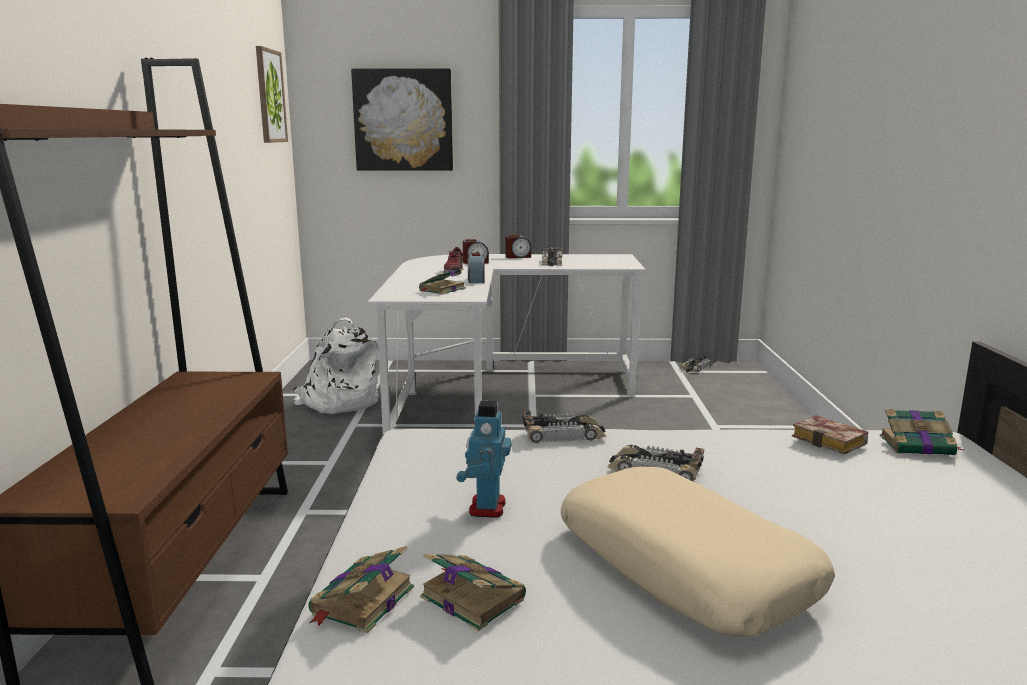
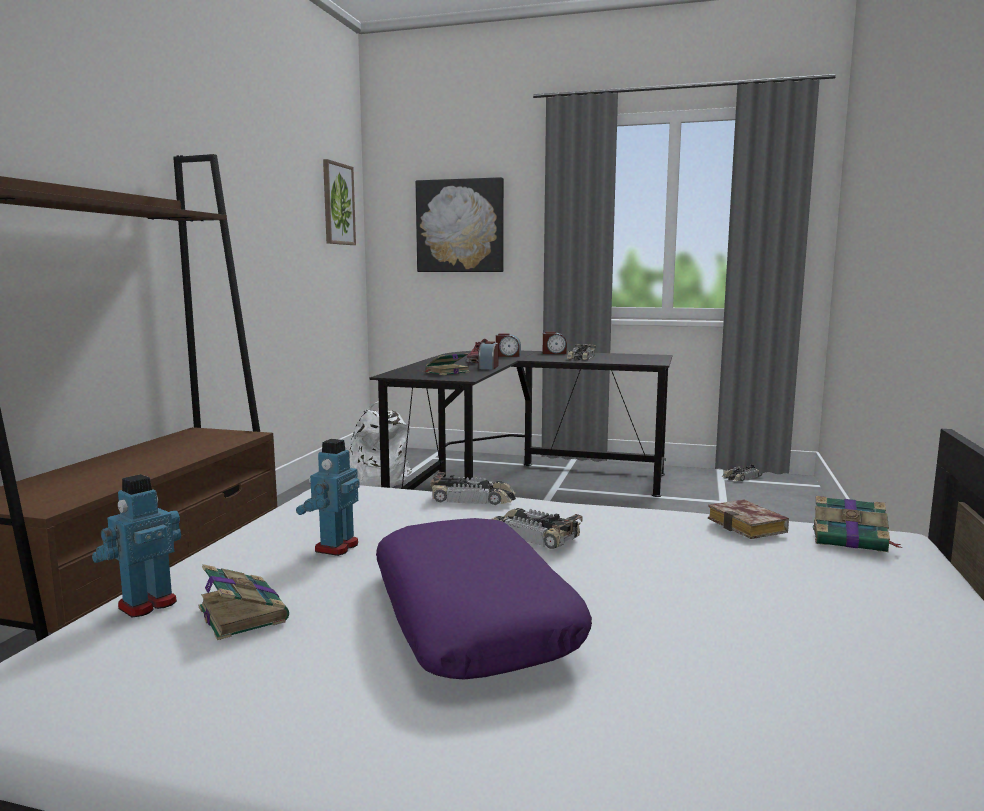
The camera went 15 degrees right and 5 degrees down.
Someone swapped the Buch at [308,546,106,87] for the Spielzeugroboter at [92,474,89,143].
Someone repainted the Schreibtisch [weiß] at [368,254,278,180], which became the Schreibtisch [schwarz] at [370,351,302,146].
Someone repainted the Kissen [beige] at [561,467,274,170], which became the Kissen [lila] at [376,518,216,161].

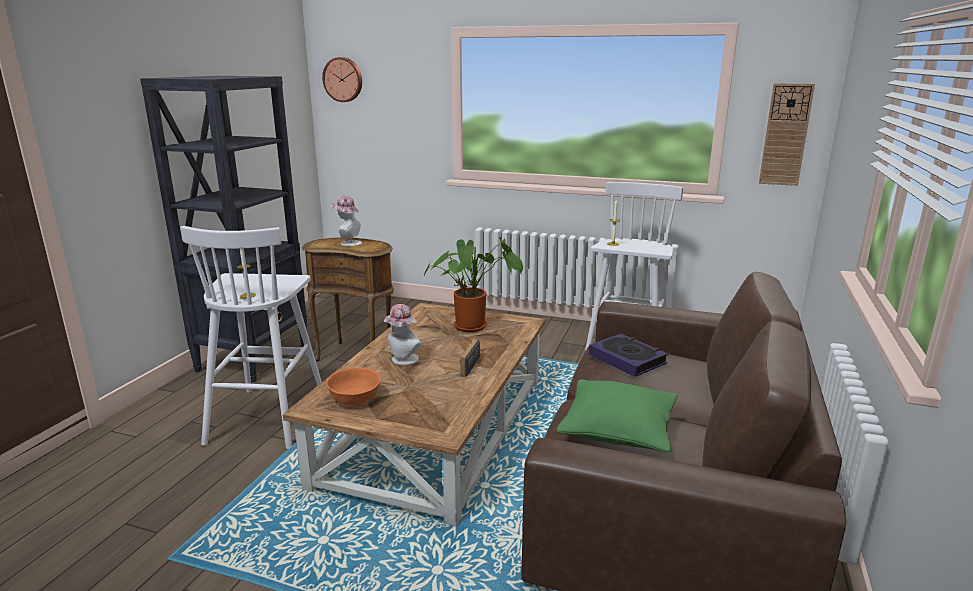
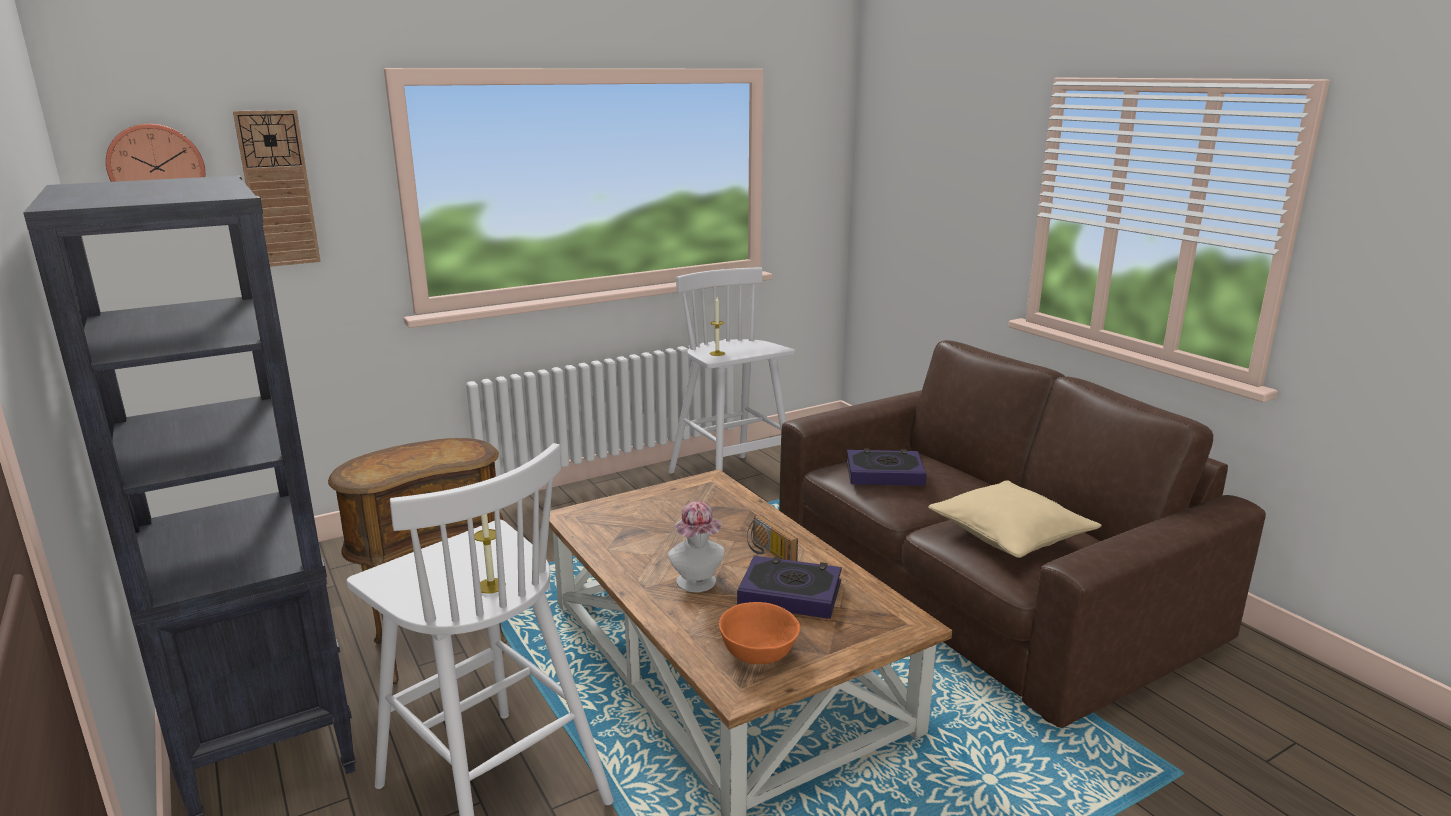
The camera went 50 degrees left and 0 degrees up.
Someone took away the Hut at [331,195,31,51].
Someone took away the Topfpflanze at [424,237,99,95].
Someone repainted the Kissen [grün] at [556,379,122,73], which became the Kissen [beige] at [928,480,174,78].
Someone carried the Wanduhr from [759,83,56,103] to [233,110,88,157].
Someone put down the Buch at [737,556,105,63].

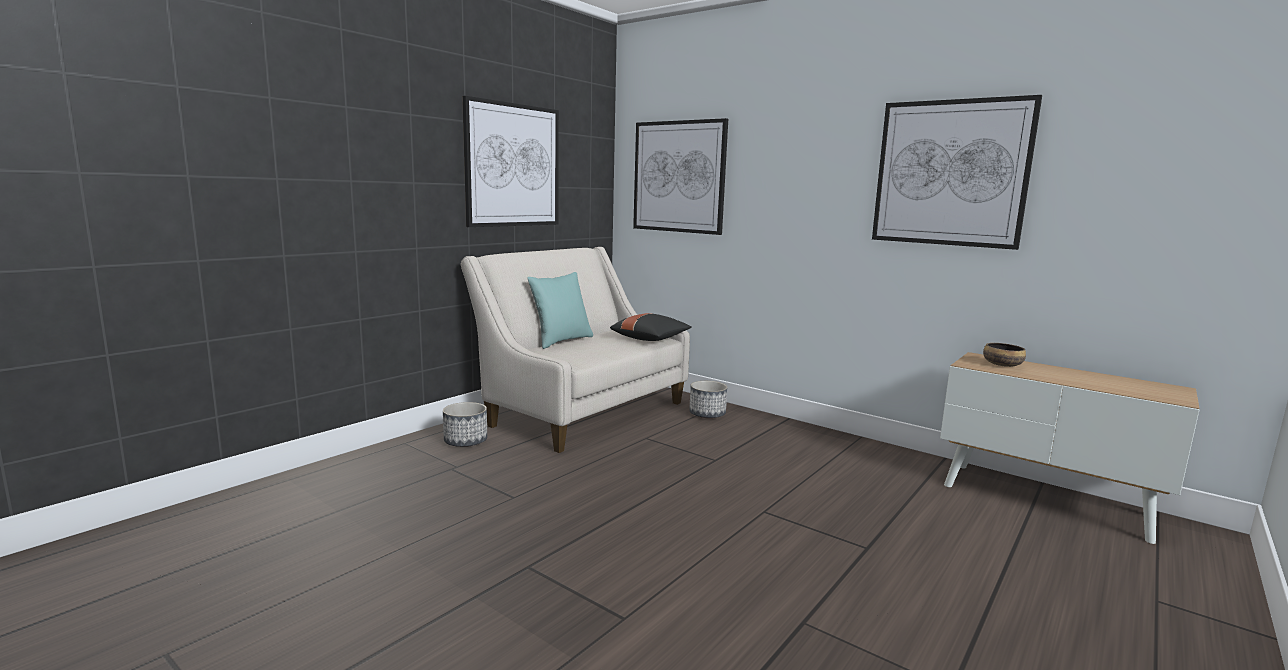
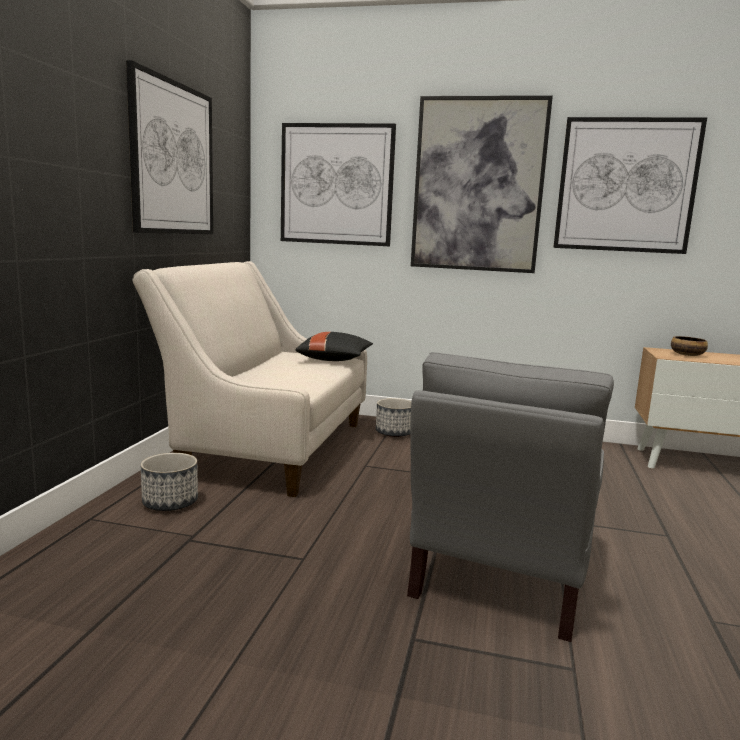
The camera went 25 degrees left and 0 degrees up.
Someone took away the Kissen [türkis] at [527,272,66,77].
Someone put down the Sessel [grau] at [407,352,207,290].
Someone put up the Bild at [411,95,142,178].

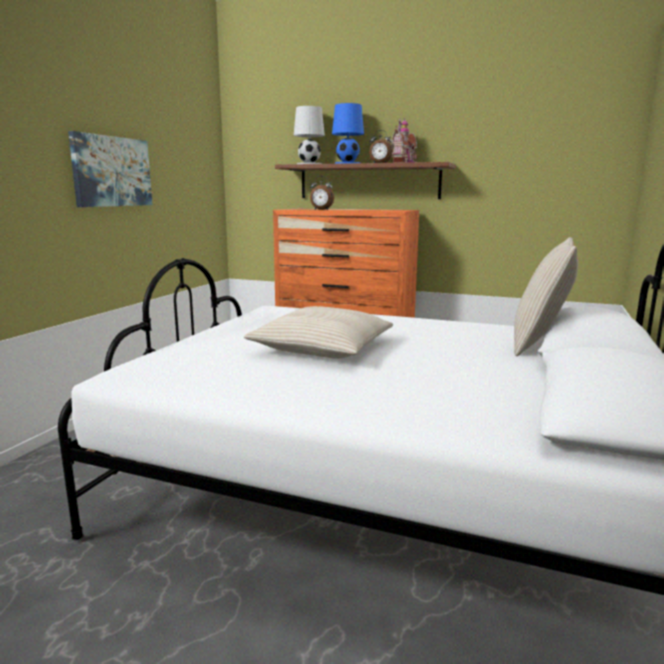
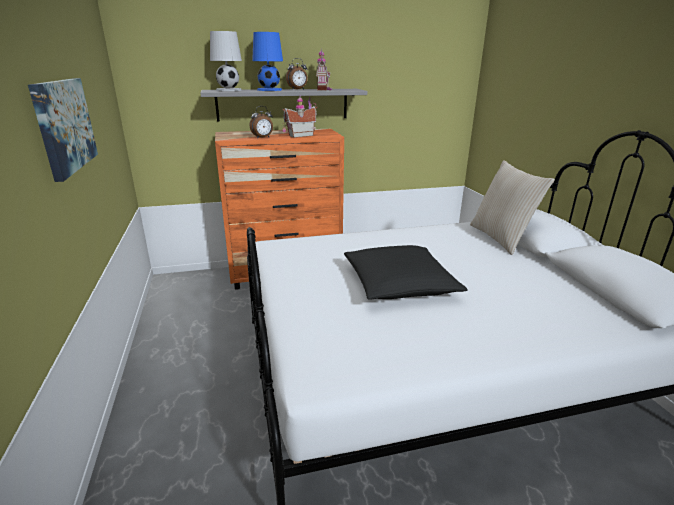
The camera went 35 degrees left and 10 degrees up.
Someone repainted the Kissen [beige] at [244,306,149,53], which became the Kissen [schwarz] at [344,245,124,55].
Someone repainted the Wandregal [braun] at [275,162,181,37], which became the Wandregal [grau] at [201,89,166,32].
Someone put down the Spielzeughaus at [282,96,35,42].

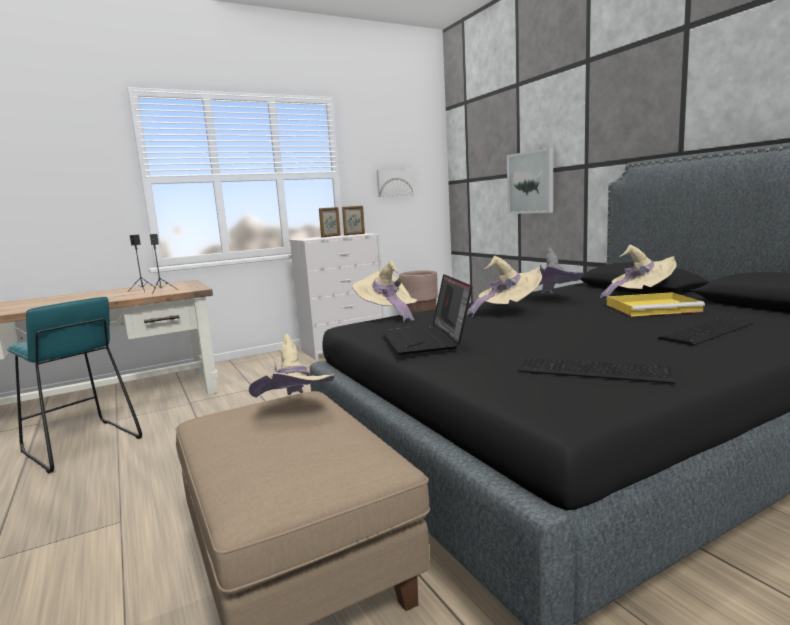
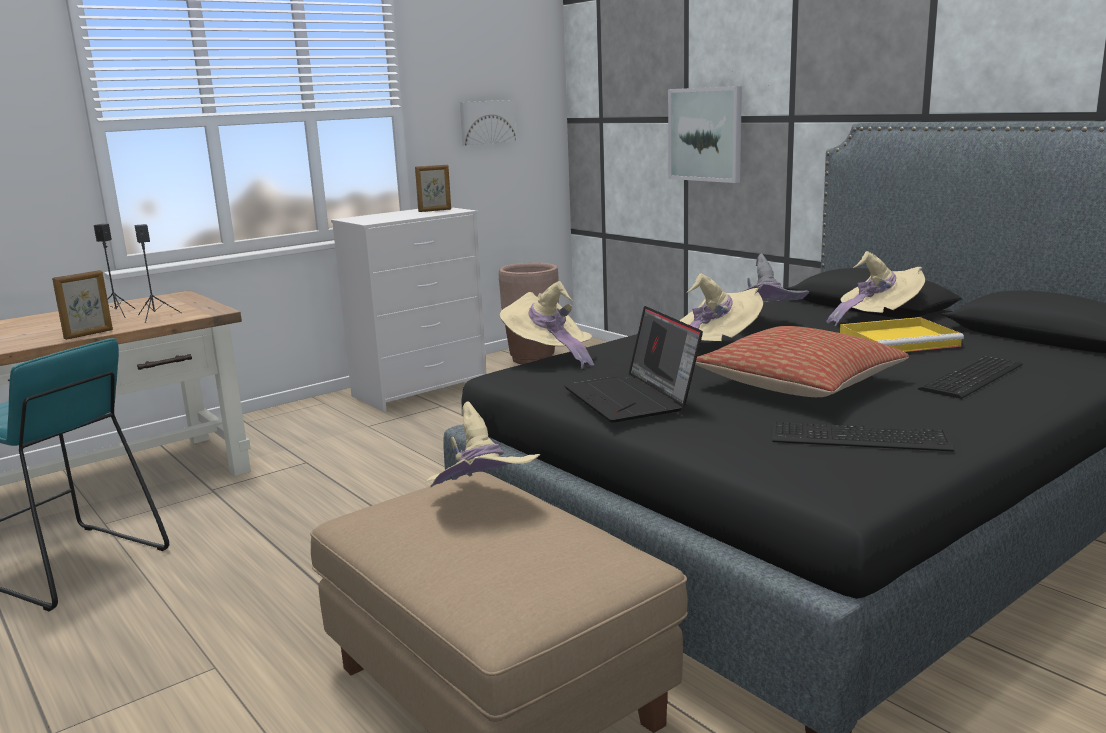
The camera went 10 degrees left and 5 degrees up.
Someone carried the Bilderrahmen from [319,207,21,30] to [52,270,61,70].
Someone put down the Kissen at [695,326,214,71].

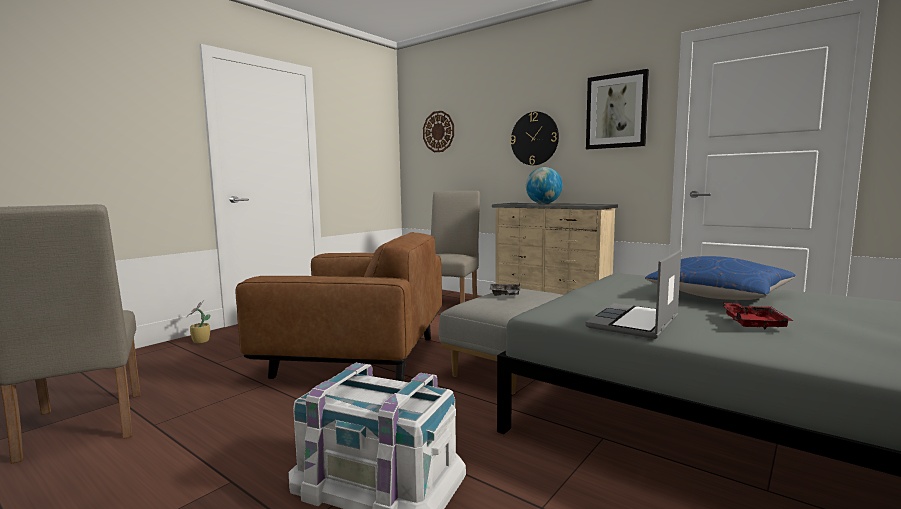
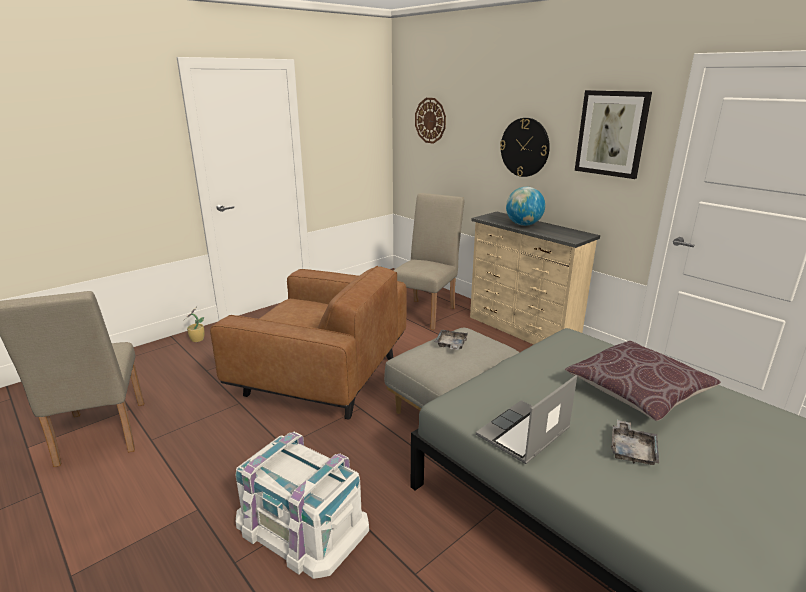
The camera went 10 degrees right and 15 degrees up.
Someone repainted the Kissen [blau] at [645,256,151,44], which became the Kissen [braun] at [565,341,156,80].
Someone repainted the Tablett [rot] at [724,303,69,26], which became the Tablett [grau] at [611,420,48,45].

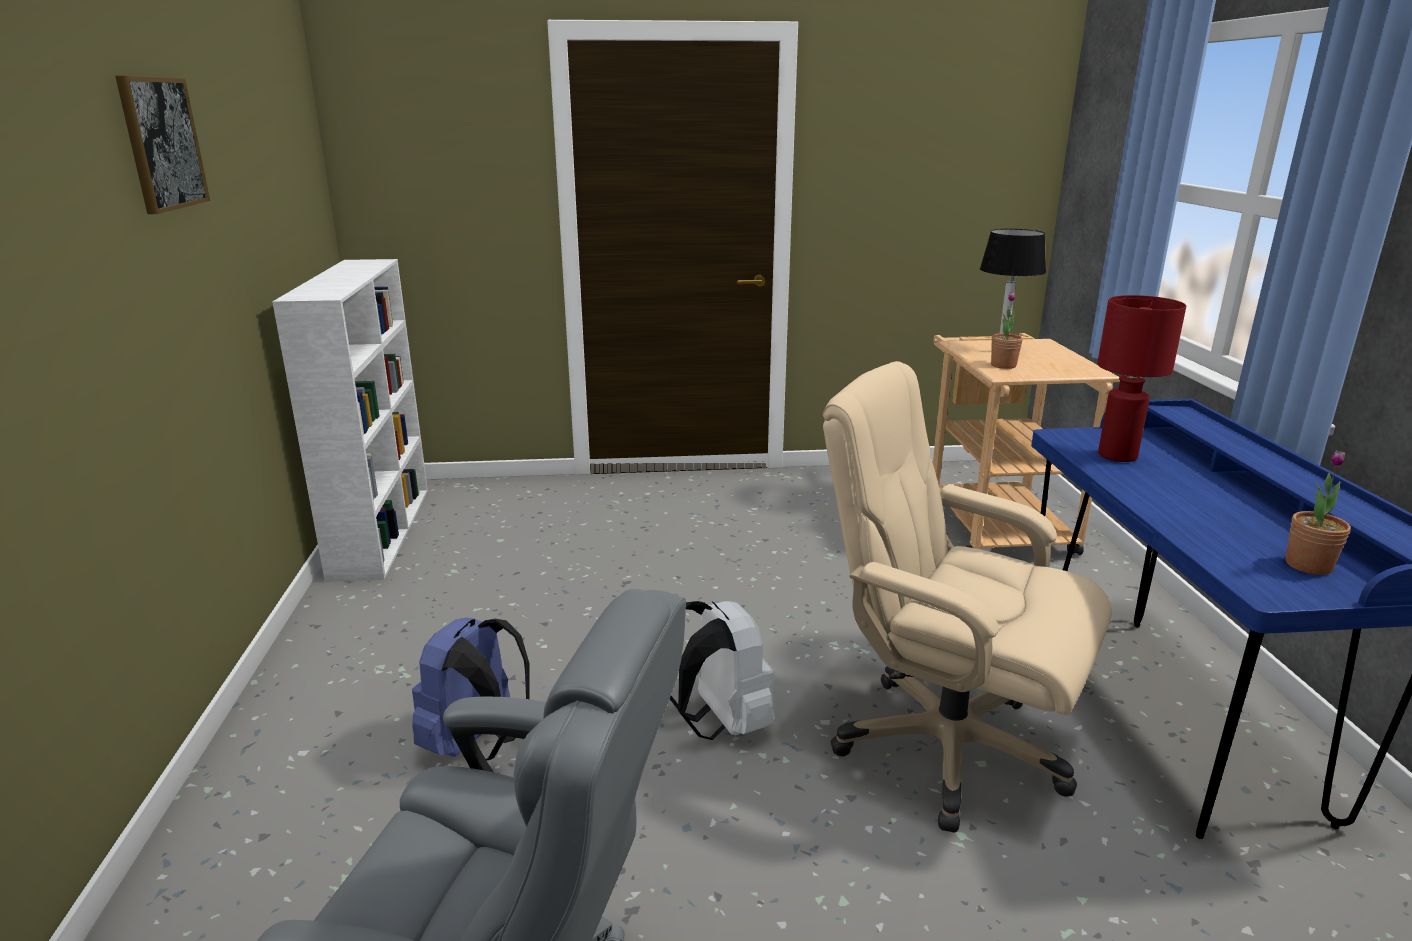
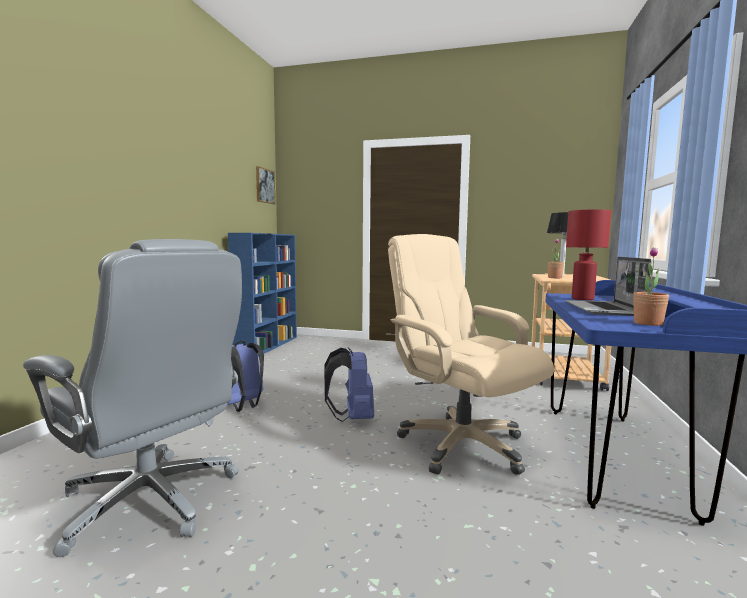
The camera went 20 degrees right and 15 degrees down.
Someone carried the Bild from [115,75,95,139] to [256,166,19,38].
Someone repainted the Bücherregal [weiß] at [272,259,156,323], which became the Bücherregal [blau] at [228,233,69,123].
Someone repainted the Rucksack [weiß] at [670,601,105,139], which became the Rucksack [blau] at [324,347,50,75].
Someone put down the Laptop at [565,257,86,59].

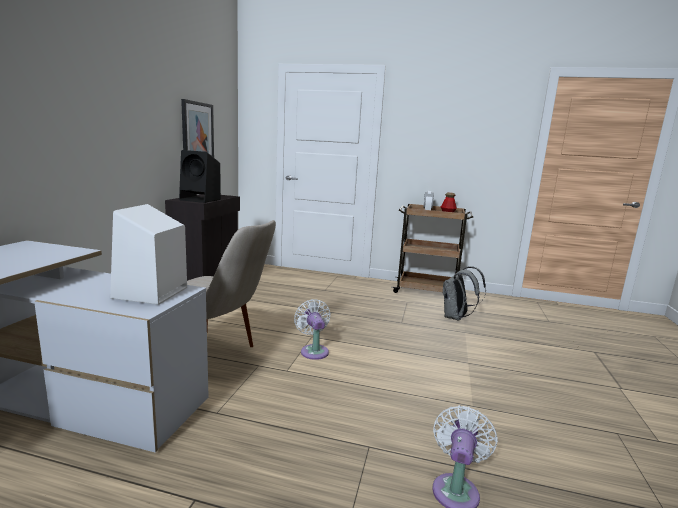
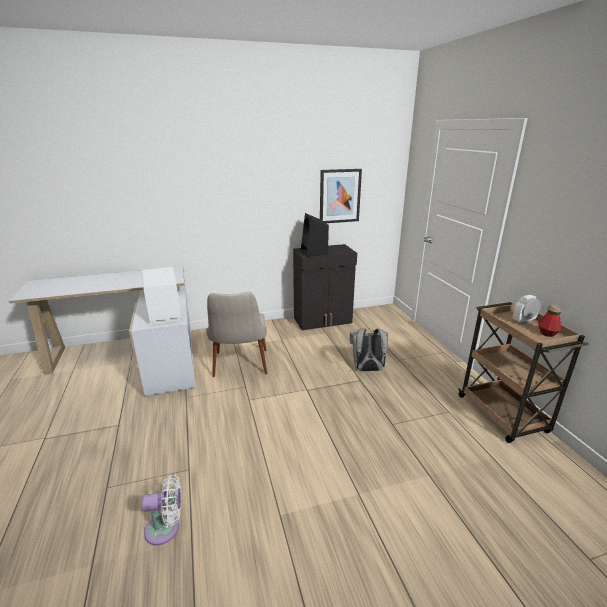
The camera went 60 degrees right and 10 degrees up.
Someone took away the Ventilator [weiß] at [294,299,37,61].
Someone carried the Rucksack [grau] from [443,266,43,55] to [350,328,38,43].

